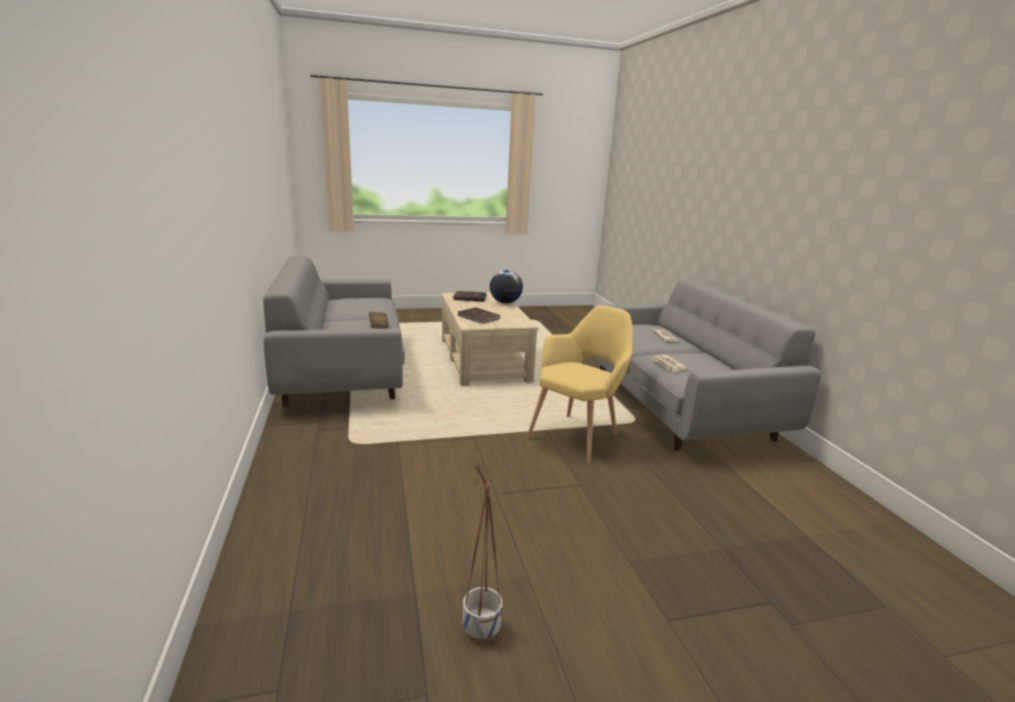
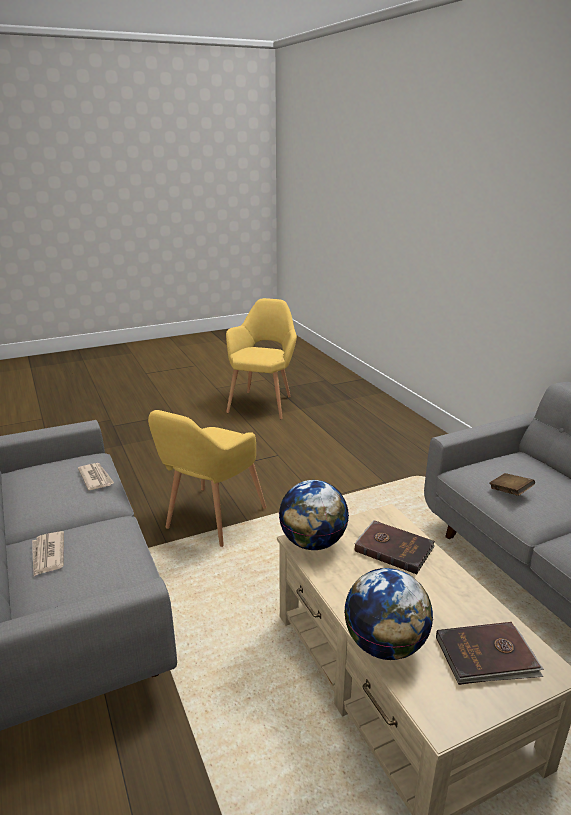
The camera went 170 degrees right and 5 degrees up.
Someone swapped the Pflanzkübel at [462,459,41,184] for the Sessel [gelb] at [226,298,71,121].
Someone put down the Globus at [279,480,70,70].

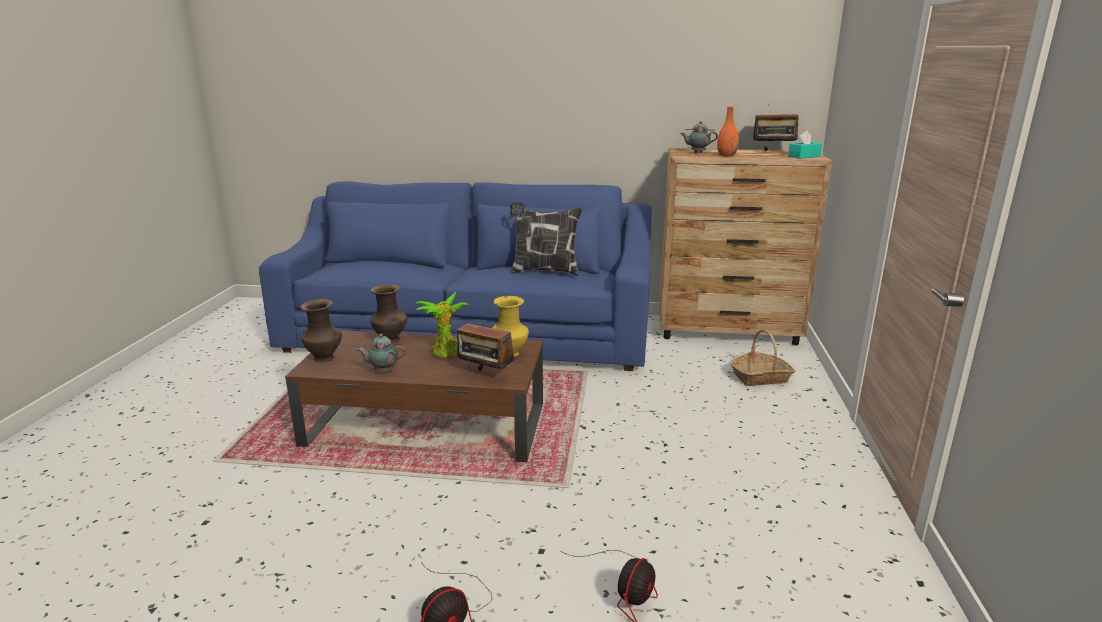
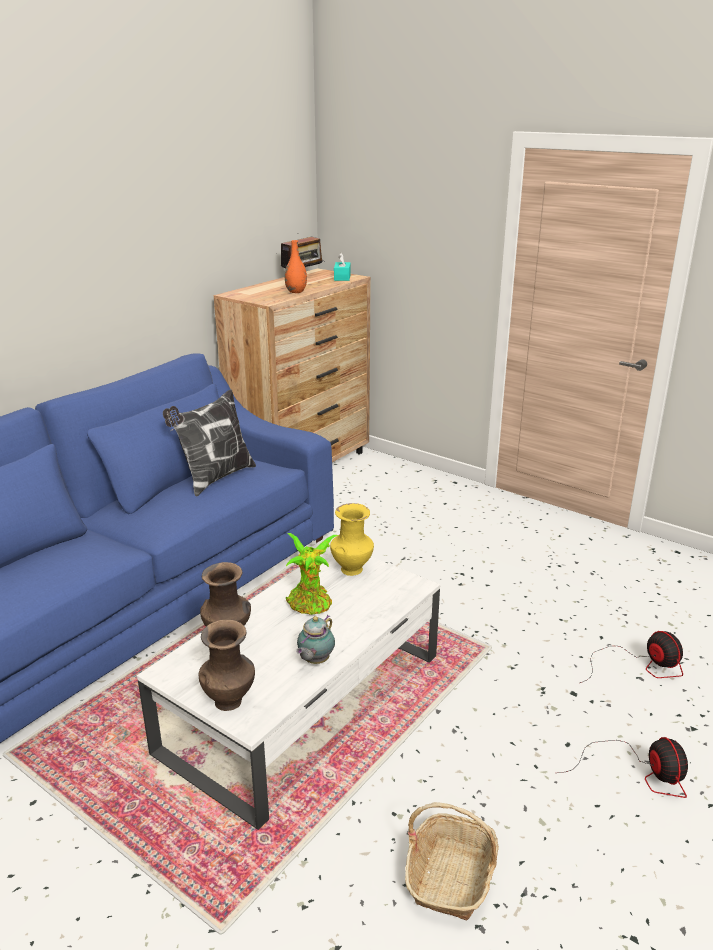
The camera went 60 degrees left and 5 degrees up.
Someone repainted the Couchtisch [braun] at [285,330,258,132], which became the Couchtisch [weiß] at [137,547,303,283].
Someone took away the Radio at [457,317,58,54].
Someone took away the Teekanne at [680,121,38,32].
Someone carried the Korb from [730,329,65,57] to [405,802,94,118].

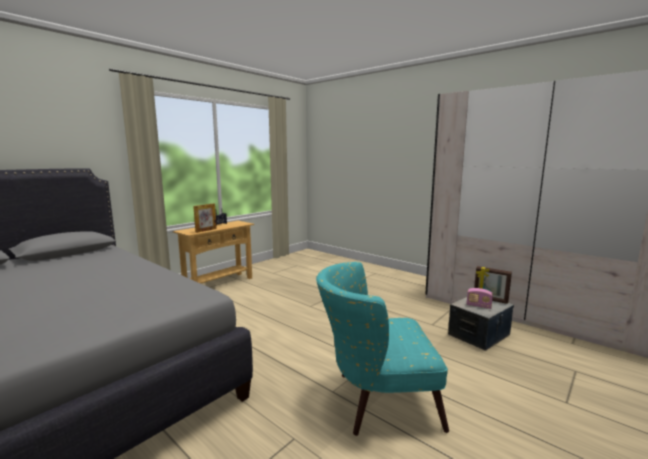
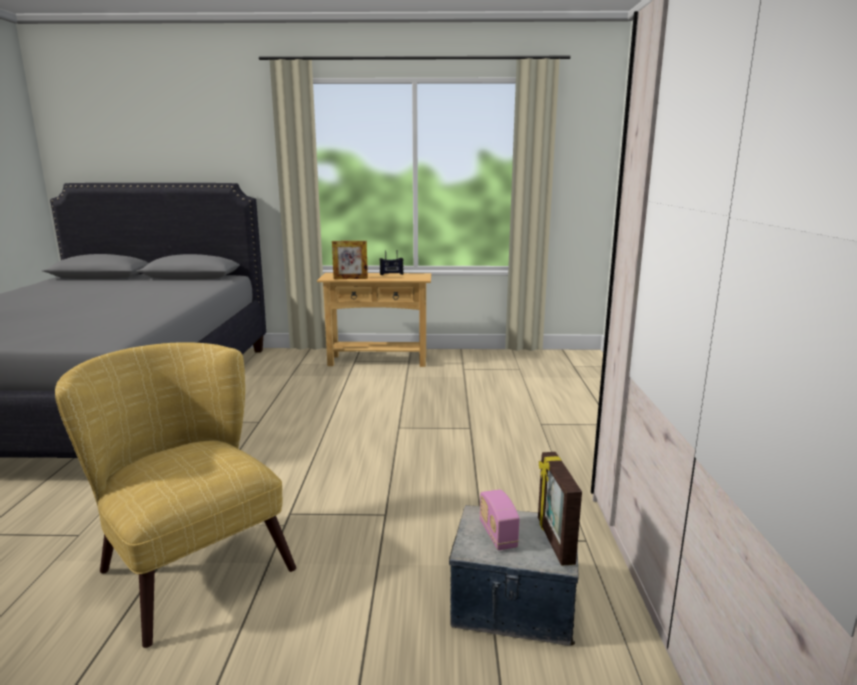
The camera went 50 degrees right and 5 degrees up.
Someone repainted the Sessel [türkis] at [316,262,133,174], which became the Sessel [gelb] at [55,342,241,306].

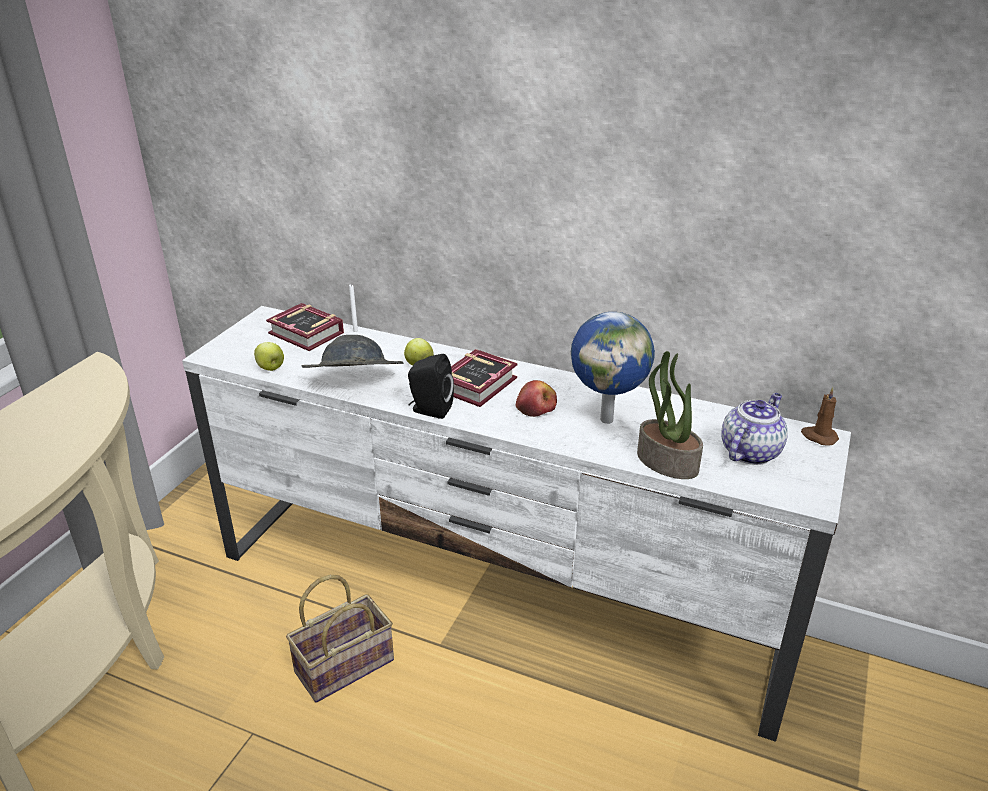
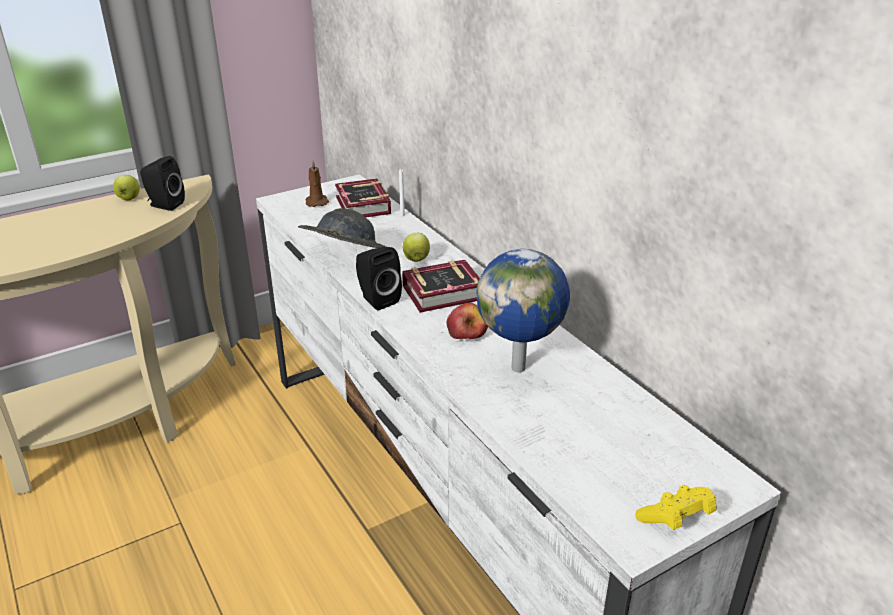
The camera went 35 degrees right and 0 degrees up.
Someone carried the Apfel from [254,342,30,29] to [113,175,27,25].
Someone took away the Korb at [286,575,108,128].
Someone took away the Topfpflanze at [637,351,66,128].
Someone took away the Teekanne at [721,393,67,72].
Someone carried the Kerze [braun] from [801,387,38,59] to [306,160,23,47].
Someone put down the Lautsprecher [schwarz] at [140,156,45,55].
Someone put down the Gamepad [gelb] at [635,485,82,45].

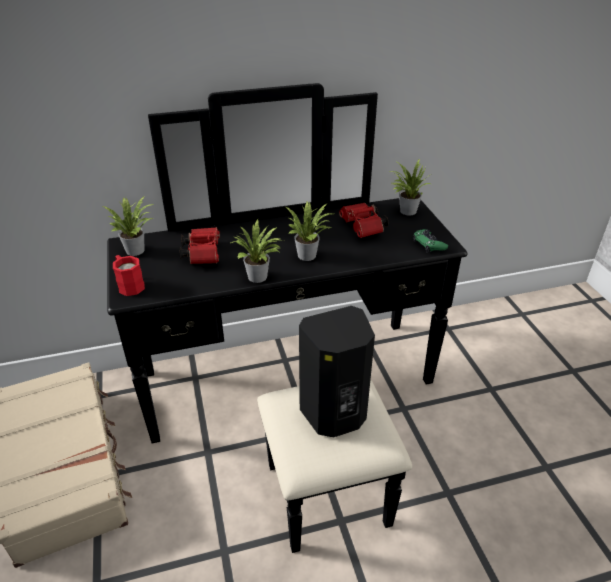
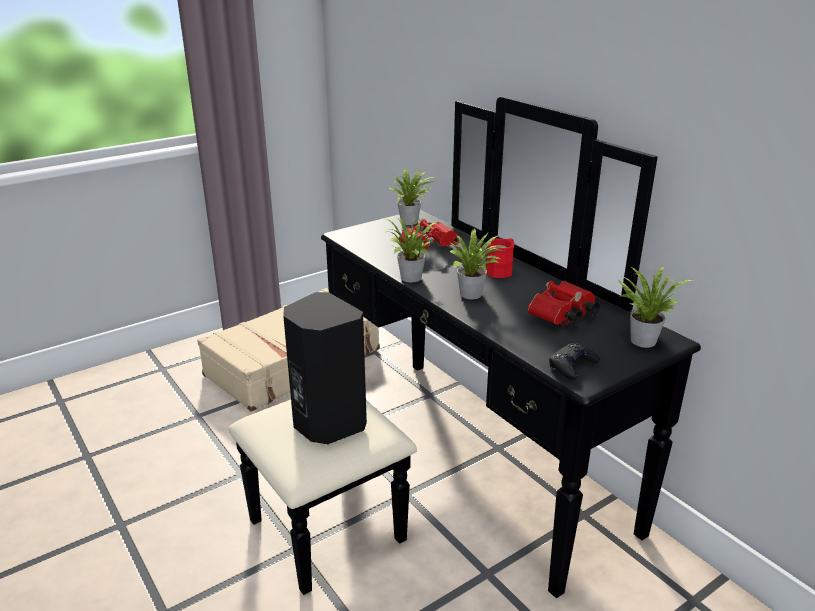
The camera went 70 degrees right and 10 degrees down.
Someone carried the Henkelbecher [rot] from [113,255,32,41] to [486,238,29,40].
Someone repainted the Gamepad [grün] at [413,229,35,24], which became the Gamepad [schwarz] at [549,343,51,37].

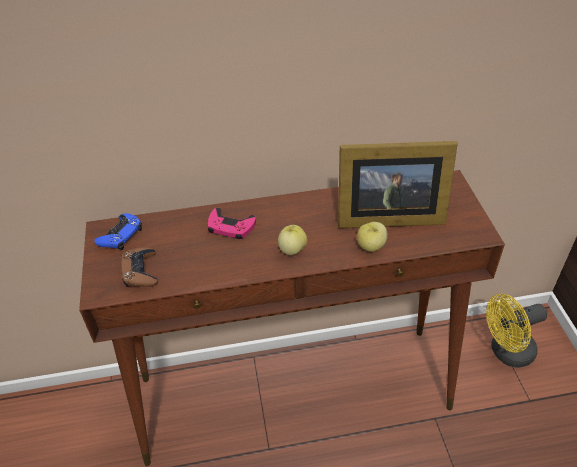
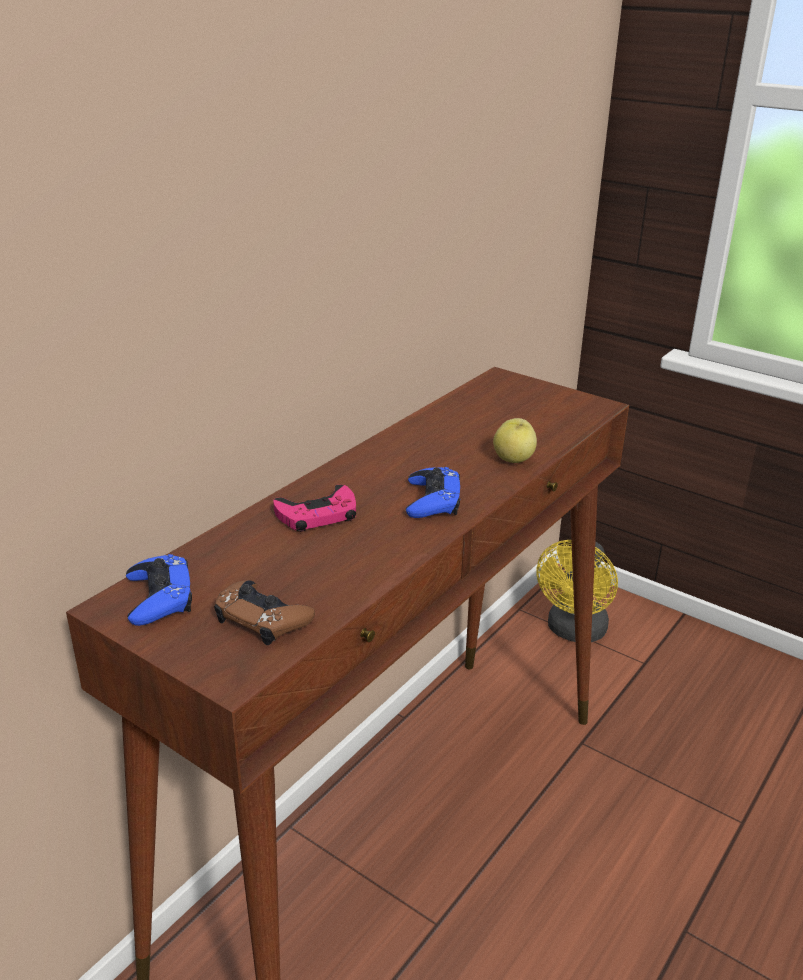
The camera went 45 degrees left and 15 degrees down.
Someone swapped the Apfel at [278,225,29,30] for the Gamepad [blau] at [406,467,54,51].
Someone took away the Bilderrahmen at [338,141,120,87].

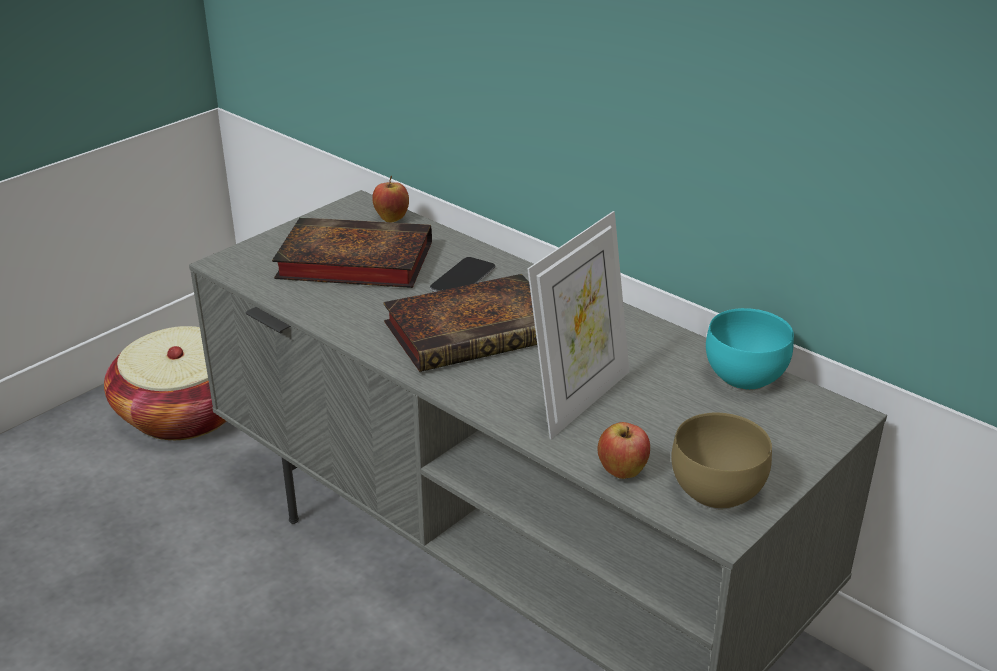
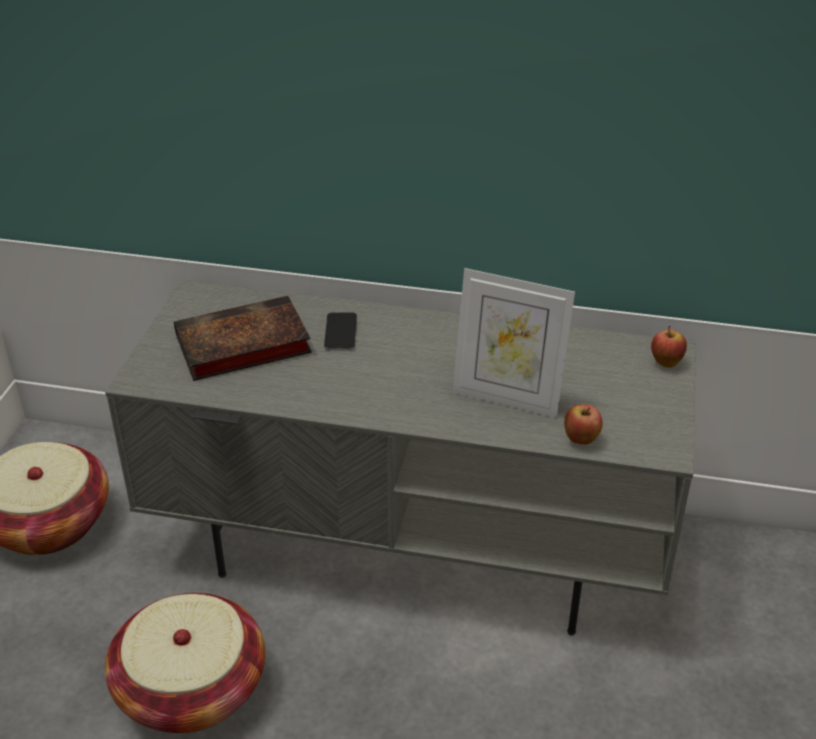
The camera went 30 degrees left and 5 degrees up.
Someone carried the Apfel from [372,176,37,47] to [651,326,36,42].
Someone took away the Buch at [383,274,154,98].
Someone rotated the Bilderrahmen at [527,211,102,228] by 105 degrees clockwise.
Someone took away the Schüssel [braun] at [671,413,101,96].
Someone took away the Schüssel [türkis] at [706,308,88,83].
Someone put down the Korb at [105,593,160,140].

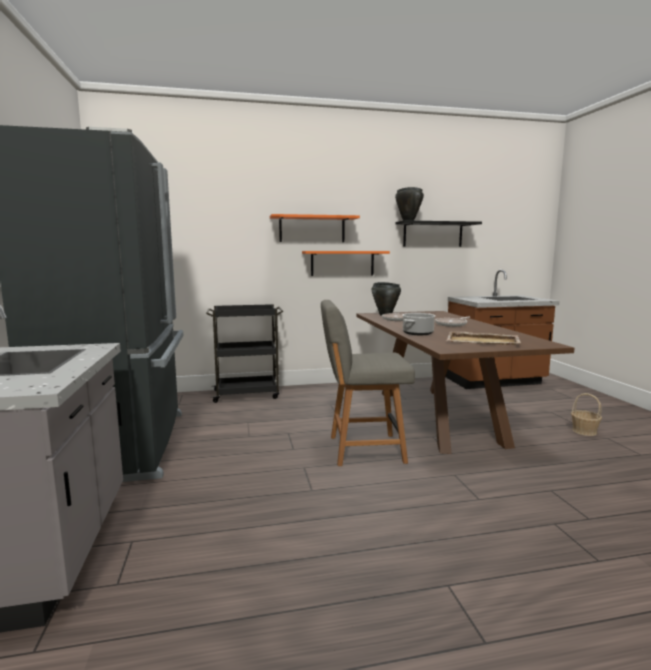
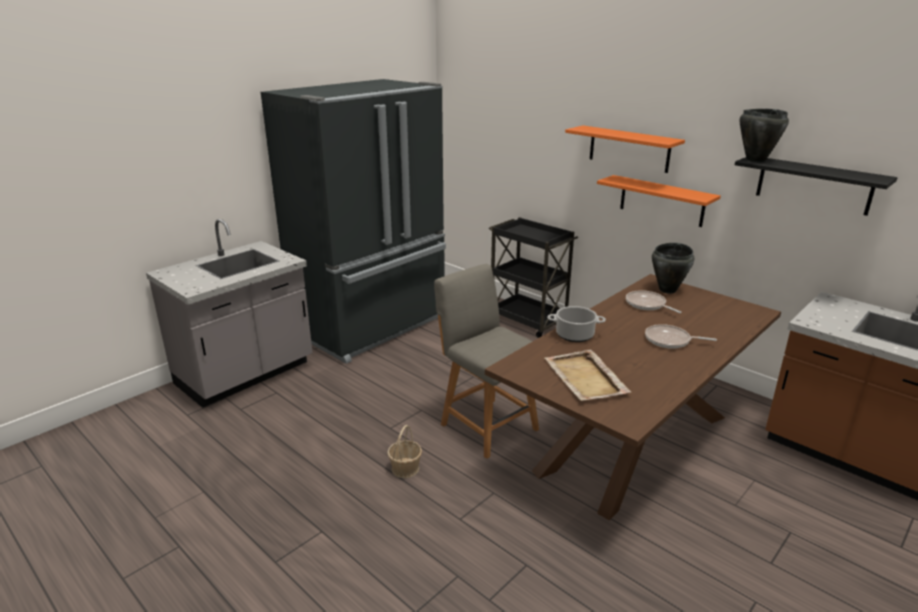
The camera went 55 degrees right and 15 degrees up.
Someone carried the Korb from [571,393,31,43] to [387,425,35,53].

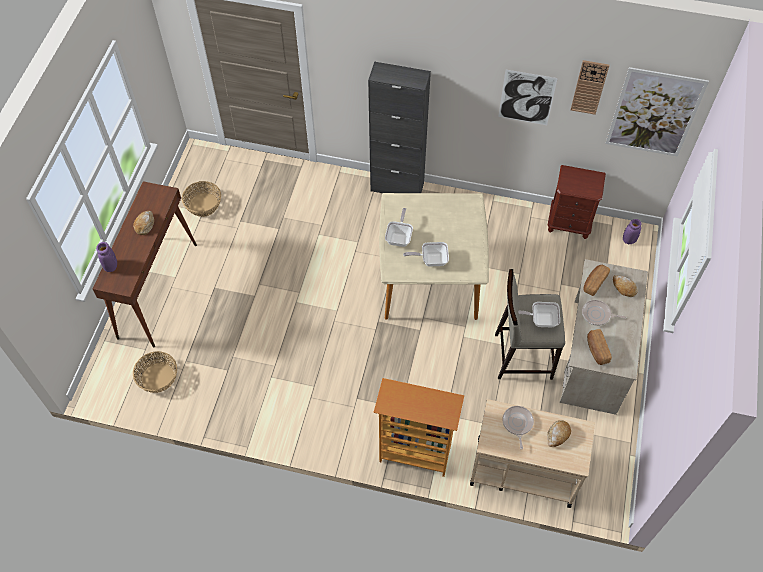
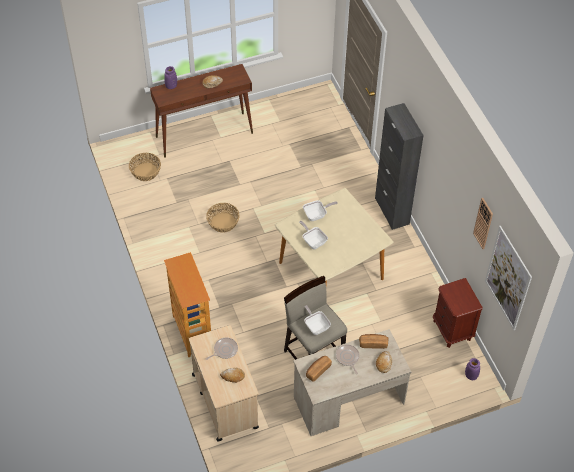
The camera went 55 degrees right and 5 degrees down.
Someone carried the Korb from [182,181,39,36] to [206,203,34,30].
Someone took away the Bild at [498,70,60,55].

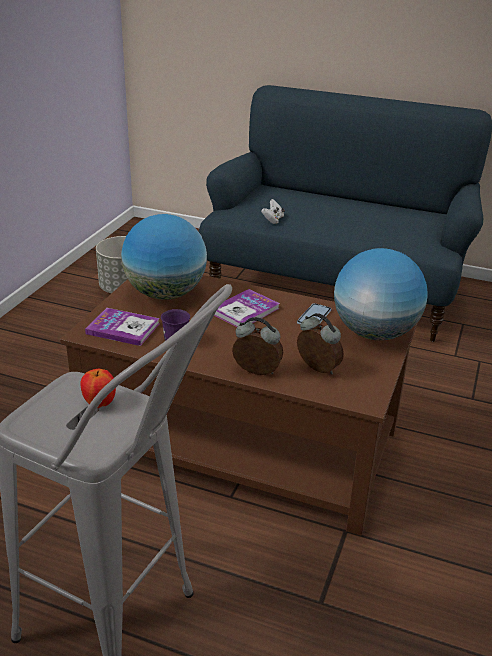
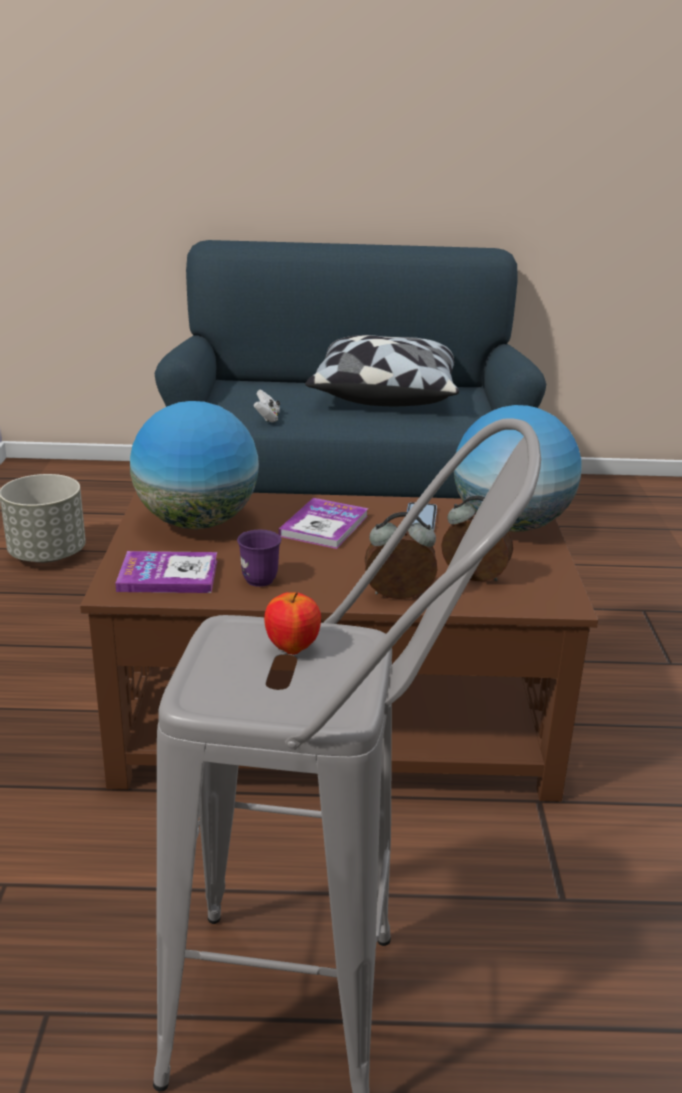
The camera went 20 degrees left and 5 degrees down.
Someone put down the Kissen at [305,335,154,71].

